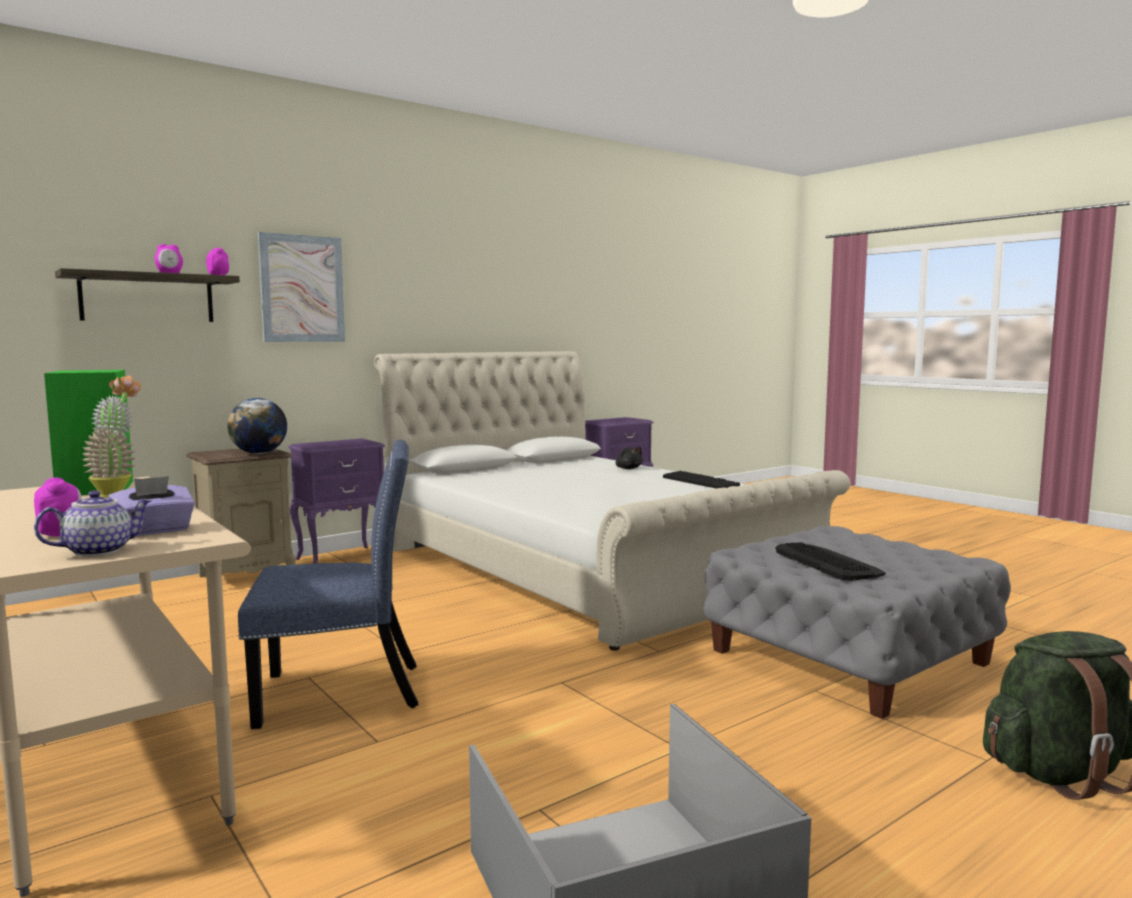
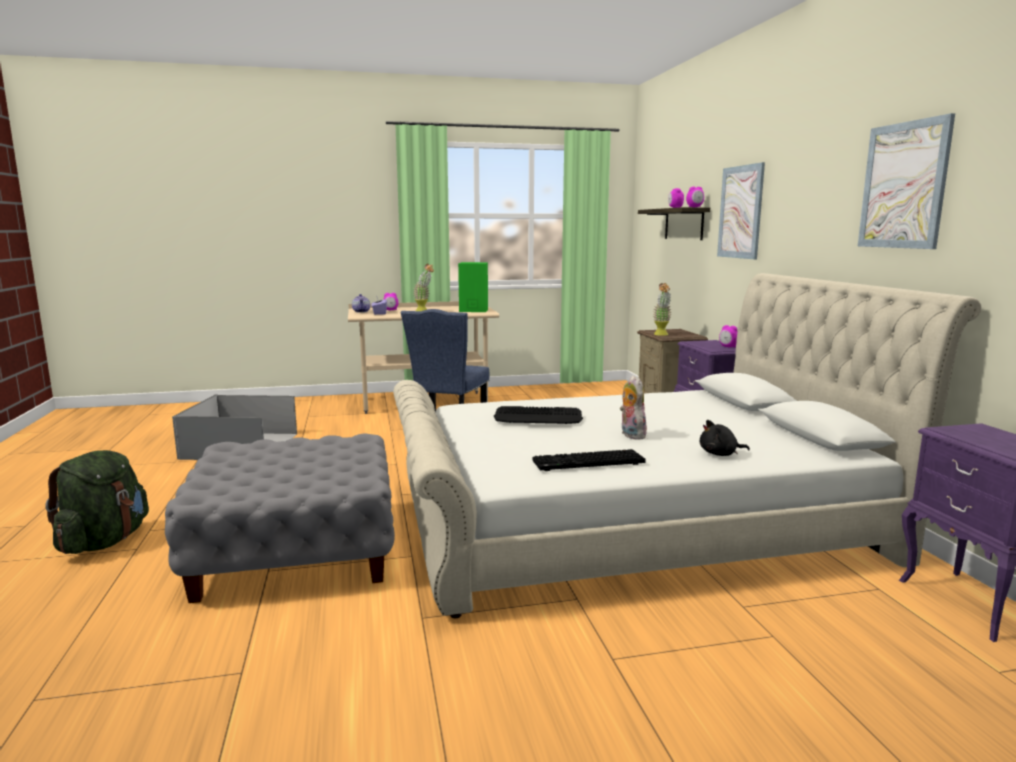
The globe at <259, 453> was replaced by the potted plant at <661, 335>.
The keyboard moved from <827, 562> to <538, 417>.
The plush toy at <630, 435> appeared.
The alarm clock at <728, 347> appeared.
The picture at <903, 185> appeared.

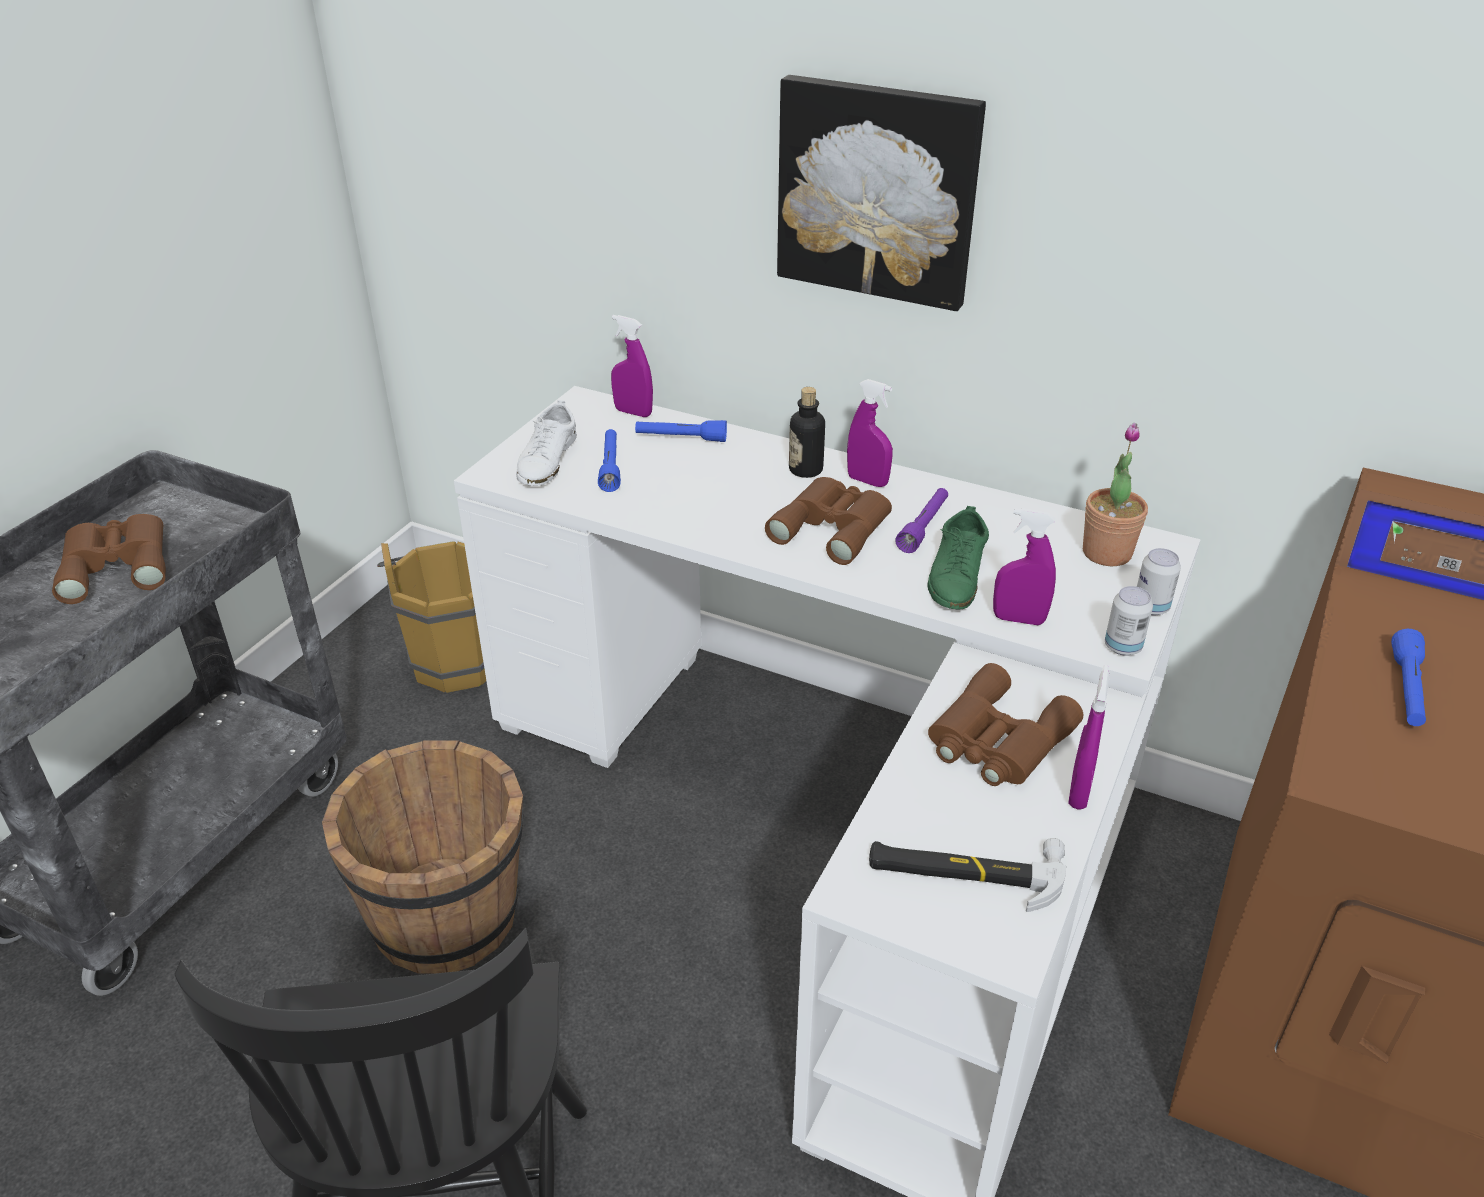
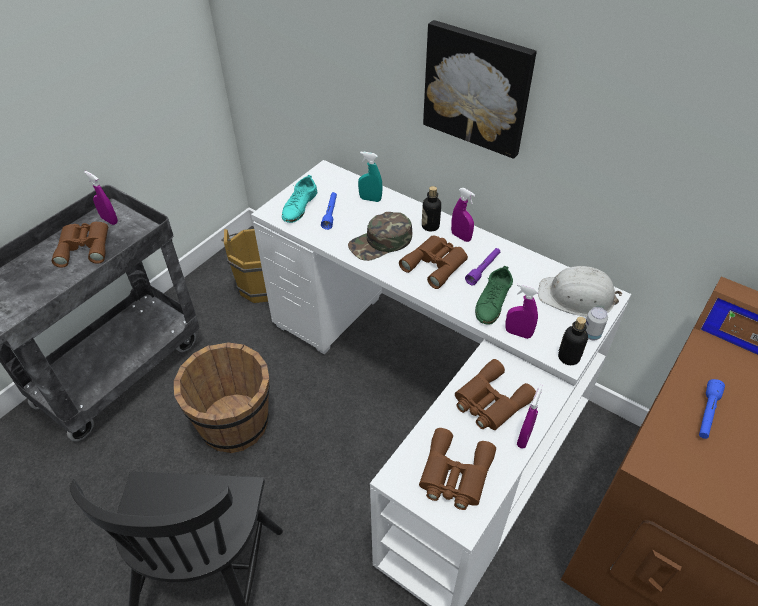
The shoe/white at <547, 460> became the shoe/turquoise at <299, 206>.
The spray bottle/purple moved from <633, 412> to <109, 220>.
The flashlight/blue at <681, 438> was replaced by the spray bottle/turquoise at <370, 199>.
The hammer at <965, 871> was replaced by the binoculars/brown at <454, 475>.
The potted plant at <1106, 553> was replaced by the hard hat/white at <577, 297>.
The can at <1122, 647> was replaced by the bottle at <568, 357>.
The cap/green at <381, 242> appeared.

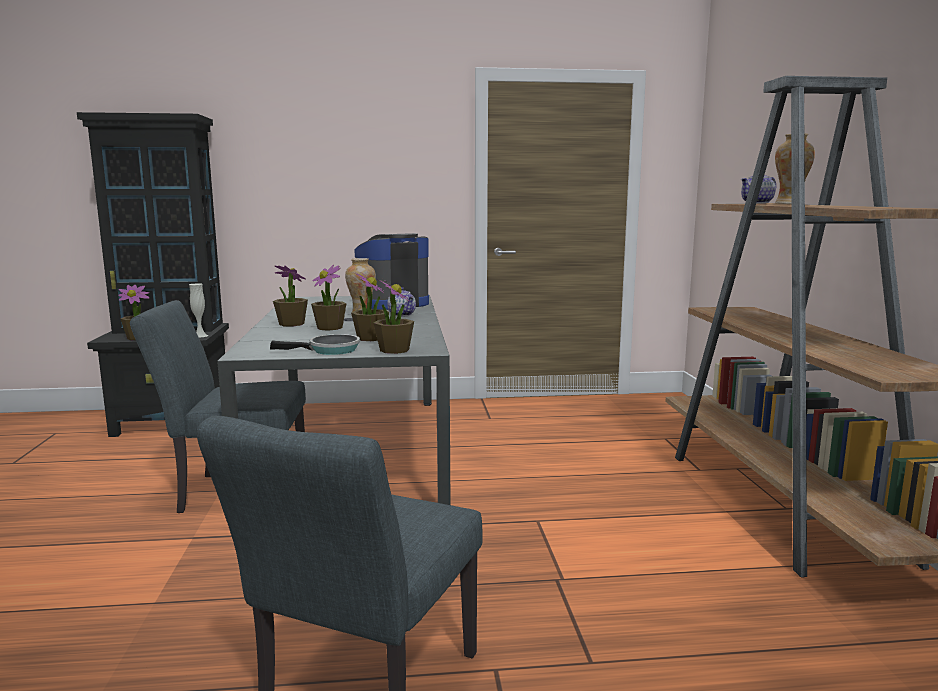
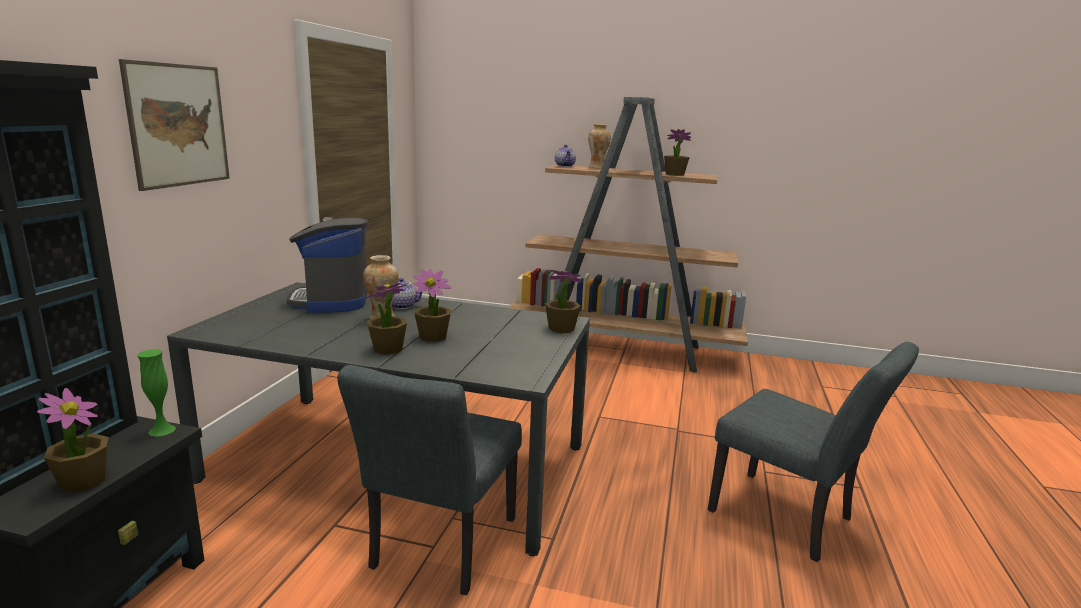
The vase/white at <200, 336> became the vase/green at <162, 430>.
The frying pan at <330, 350> disappeared.
The potted plant moved from <371, 338> to <674, 174>.
The picture at <178, 125> appeared.

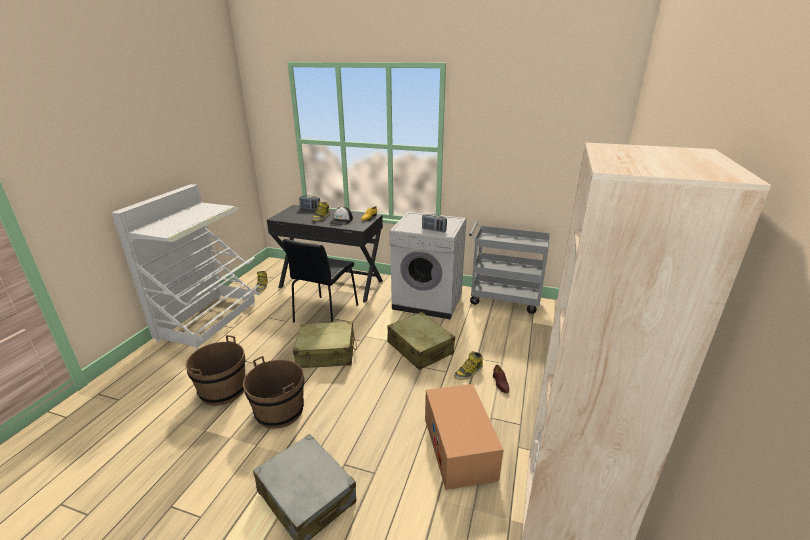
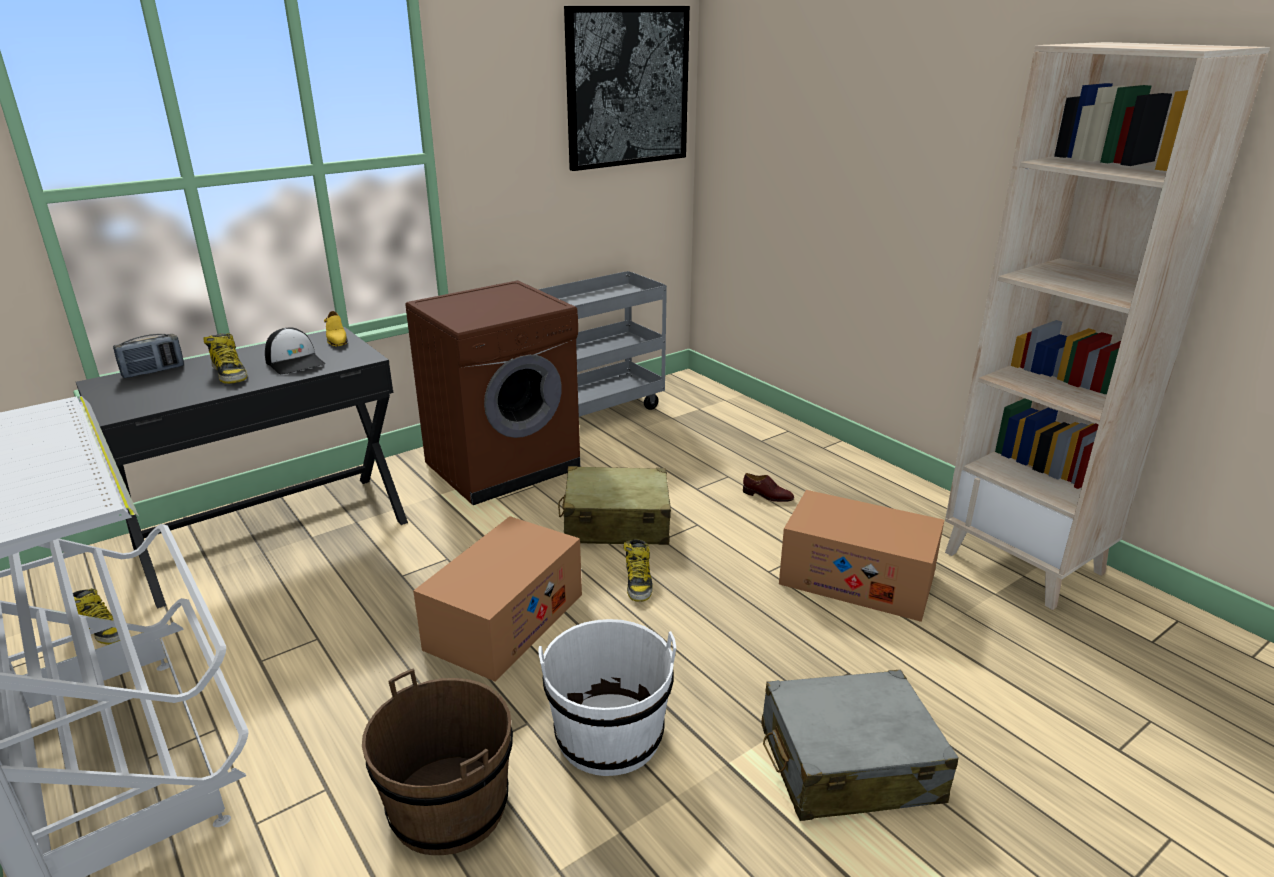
The bucket/brown at <279, 411> became the bucket/white at <609, 736>.
The chair/black at <325, 314> disappeared.
The suitcase/beige at <326, 353> was replaced by the cardboard box at <505, 621>.
The washing machine/white at <427, 302> became the washing machine/brown at <504, 467>.
The radio at <434, 230> disappeared.
The boot moved from <468, 372> to <638, 582>.
The picture at <627, 87> appeared.

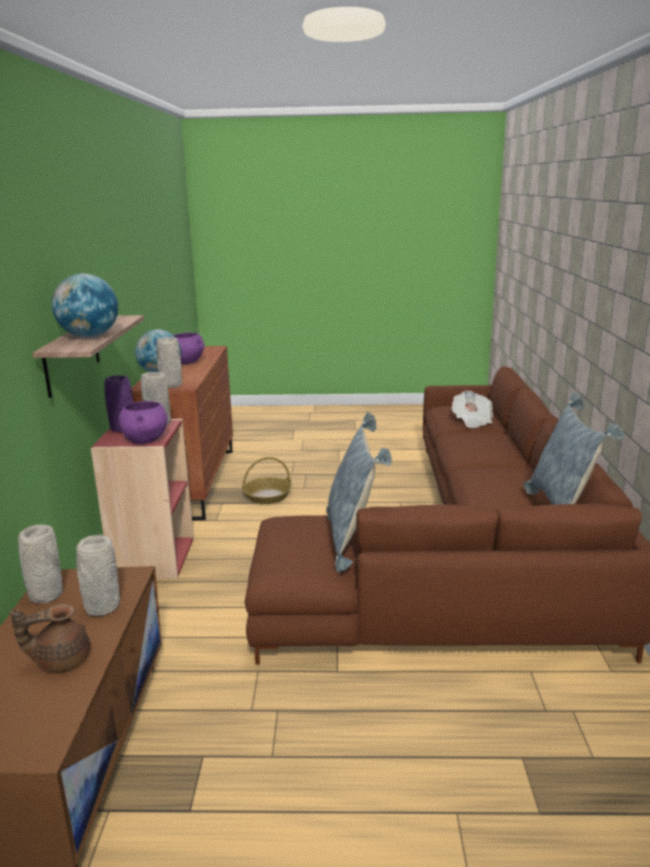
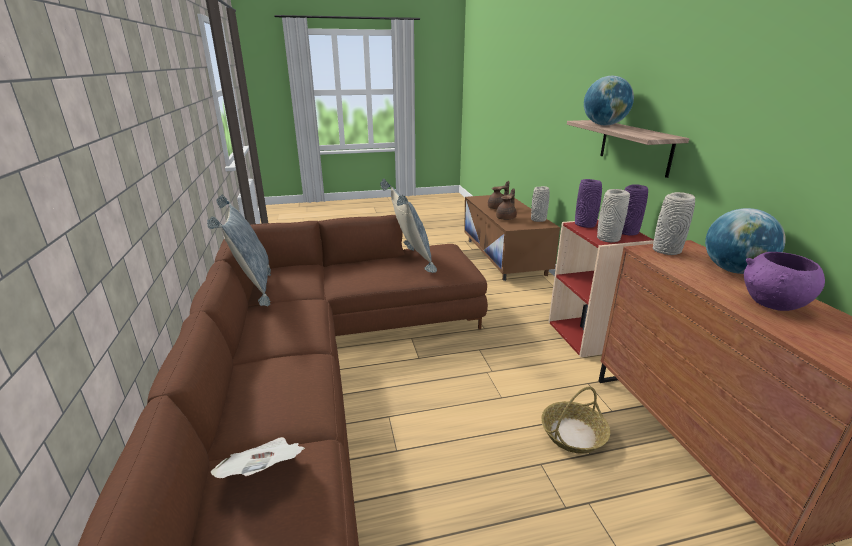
The vase/grey at <101, 607> was replaced by the teapot/brown at <506, 218>.
The bowl/purple at <146, 440> was replaced by the vase/purple at <585, 225>.

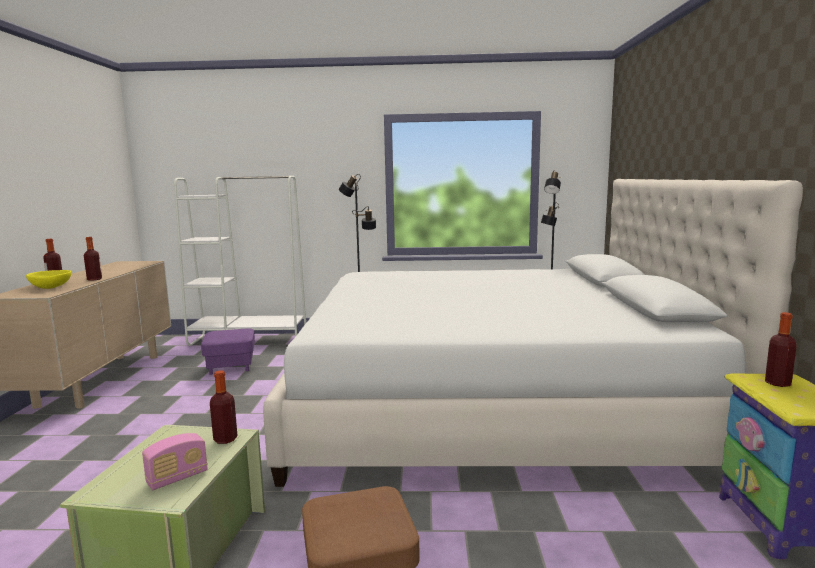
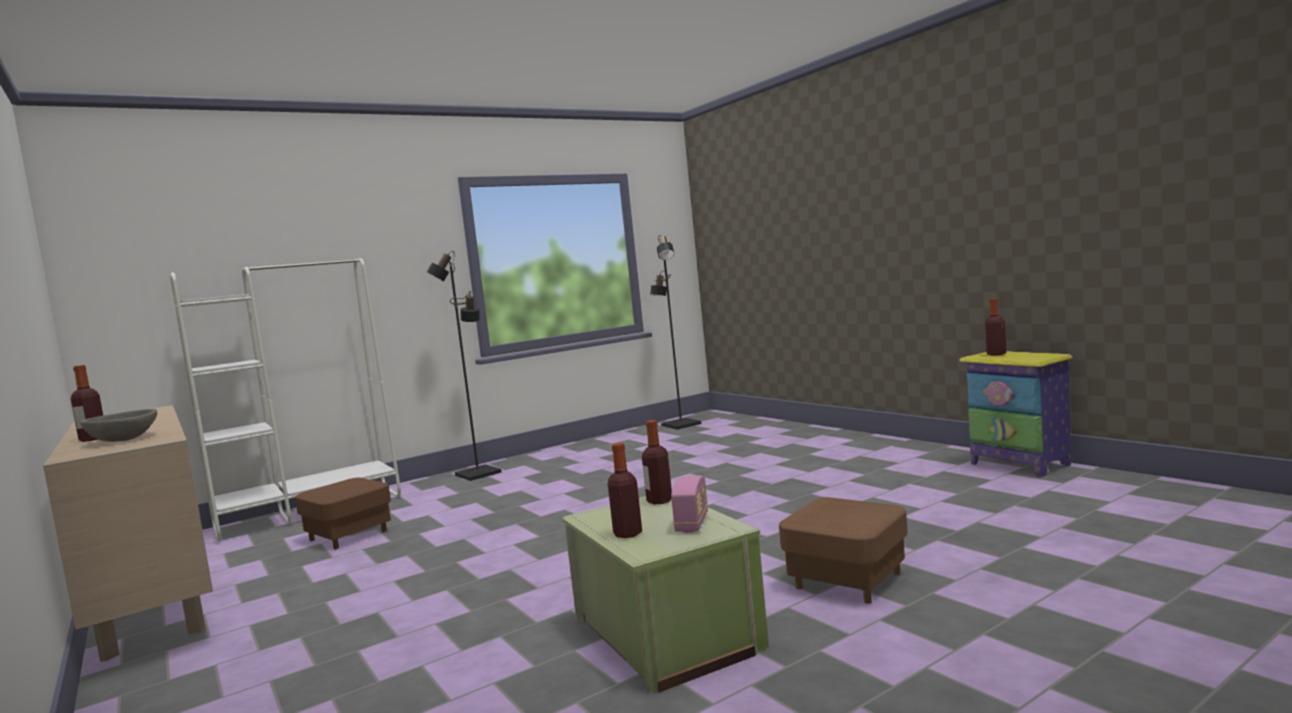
The bowl/yellow at <50, 287> became the bowl/grey at <124, 440>.
The bottle moved from <94, 279> to <627, 534>.
The ottoman/purple at <231, 366> became the ottoman/brown at <349, 535>.
The bed/white at <490, 401> disappeared.

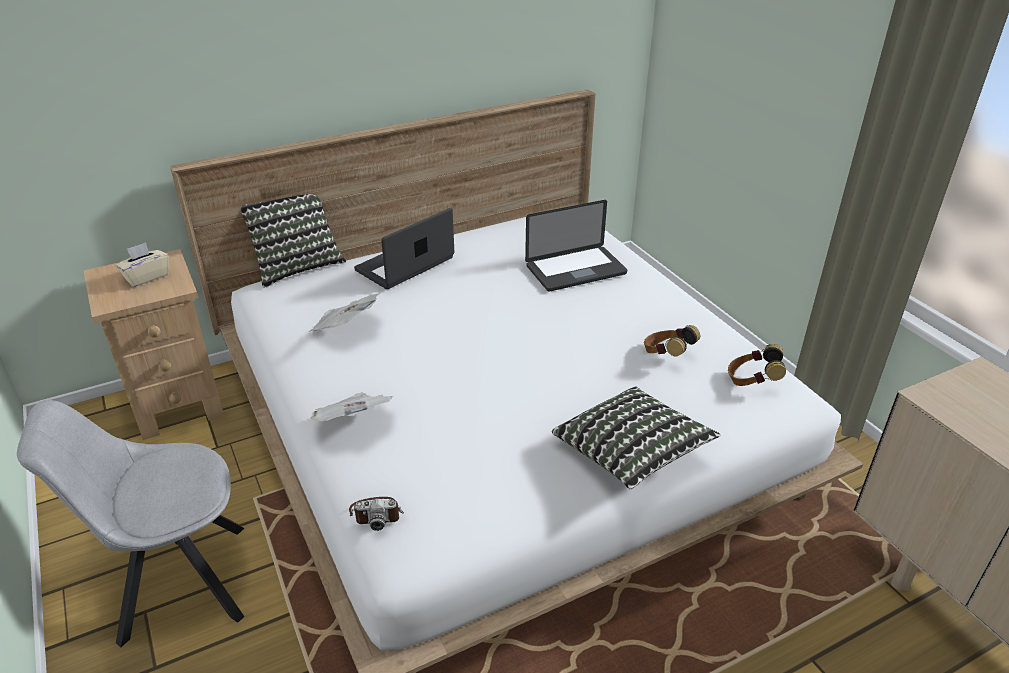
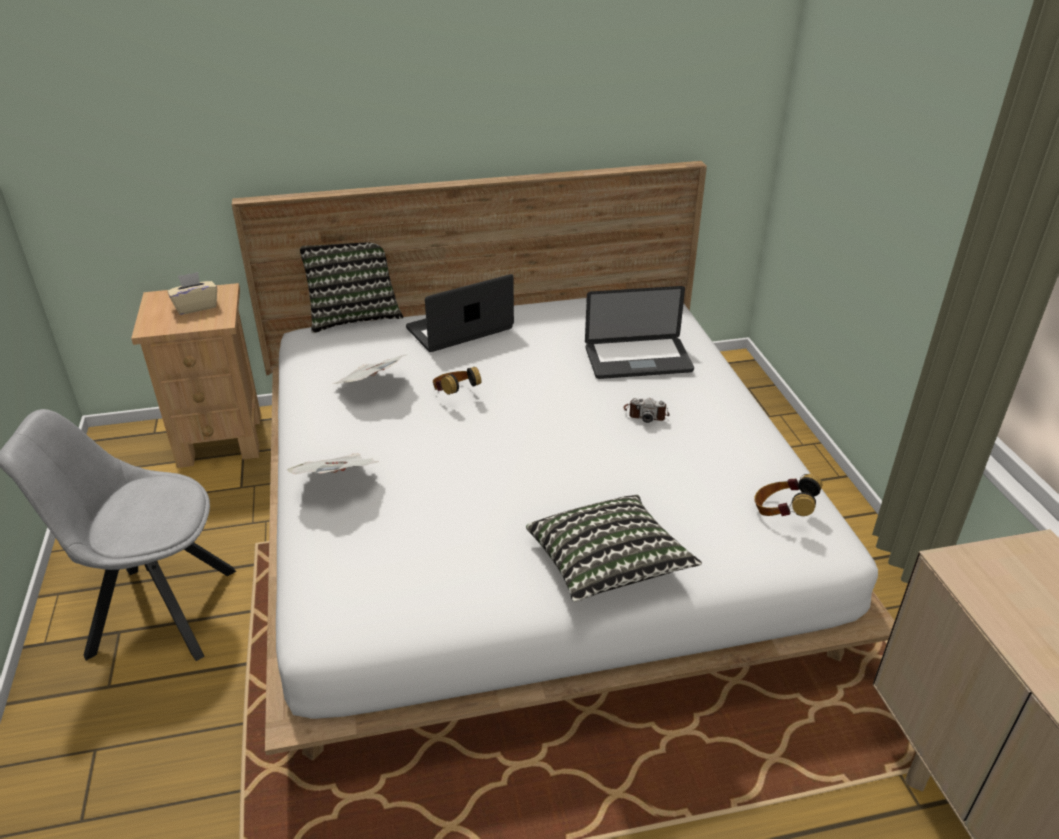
The photo camera moved from <376, 513> to <646, 413>.
The headphones moved from <666, 355> to <455, 395>.

